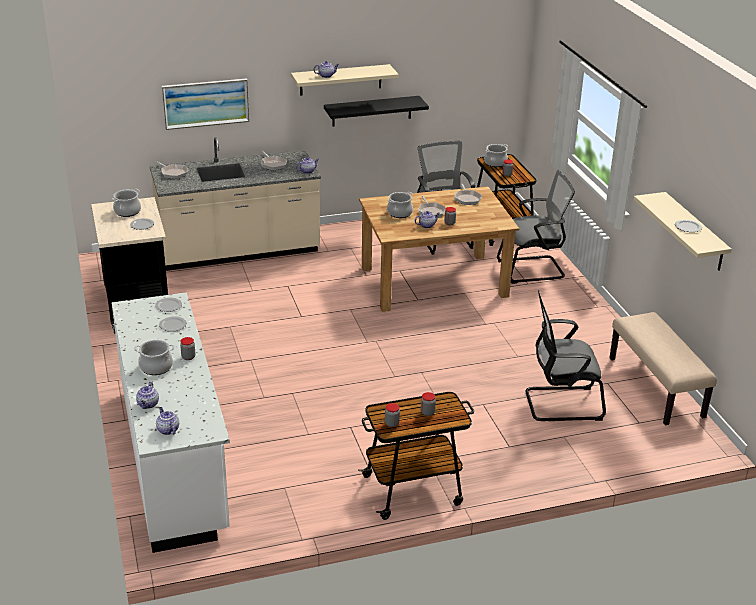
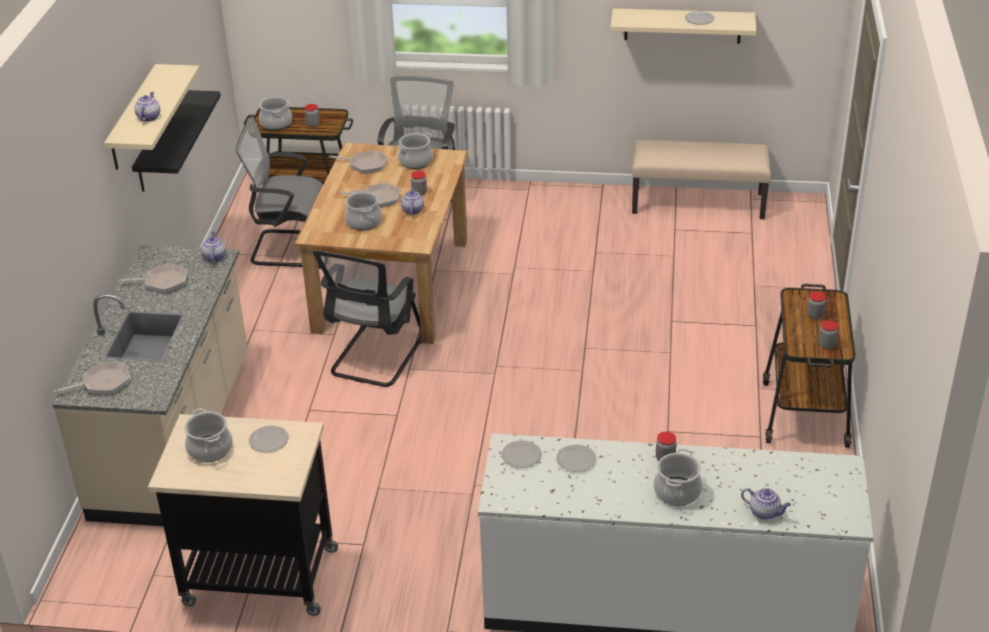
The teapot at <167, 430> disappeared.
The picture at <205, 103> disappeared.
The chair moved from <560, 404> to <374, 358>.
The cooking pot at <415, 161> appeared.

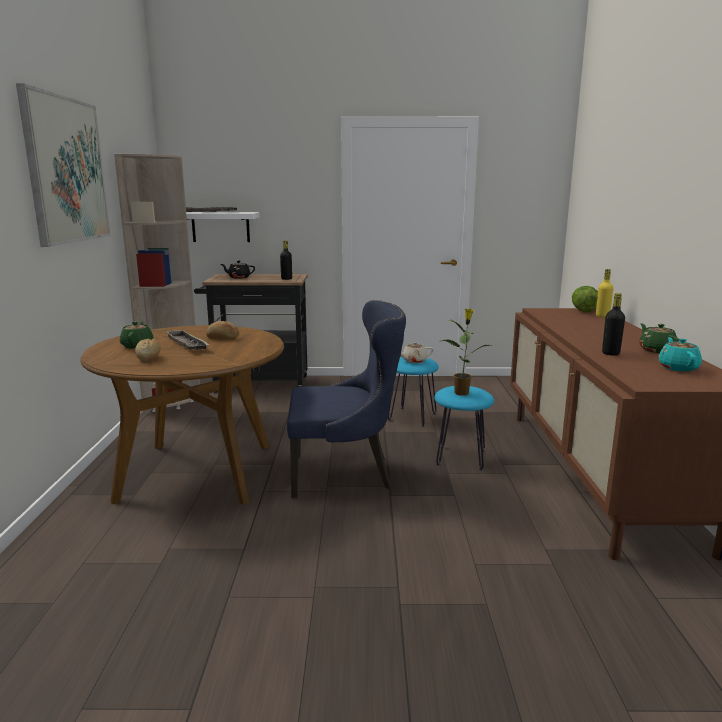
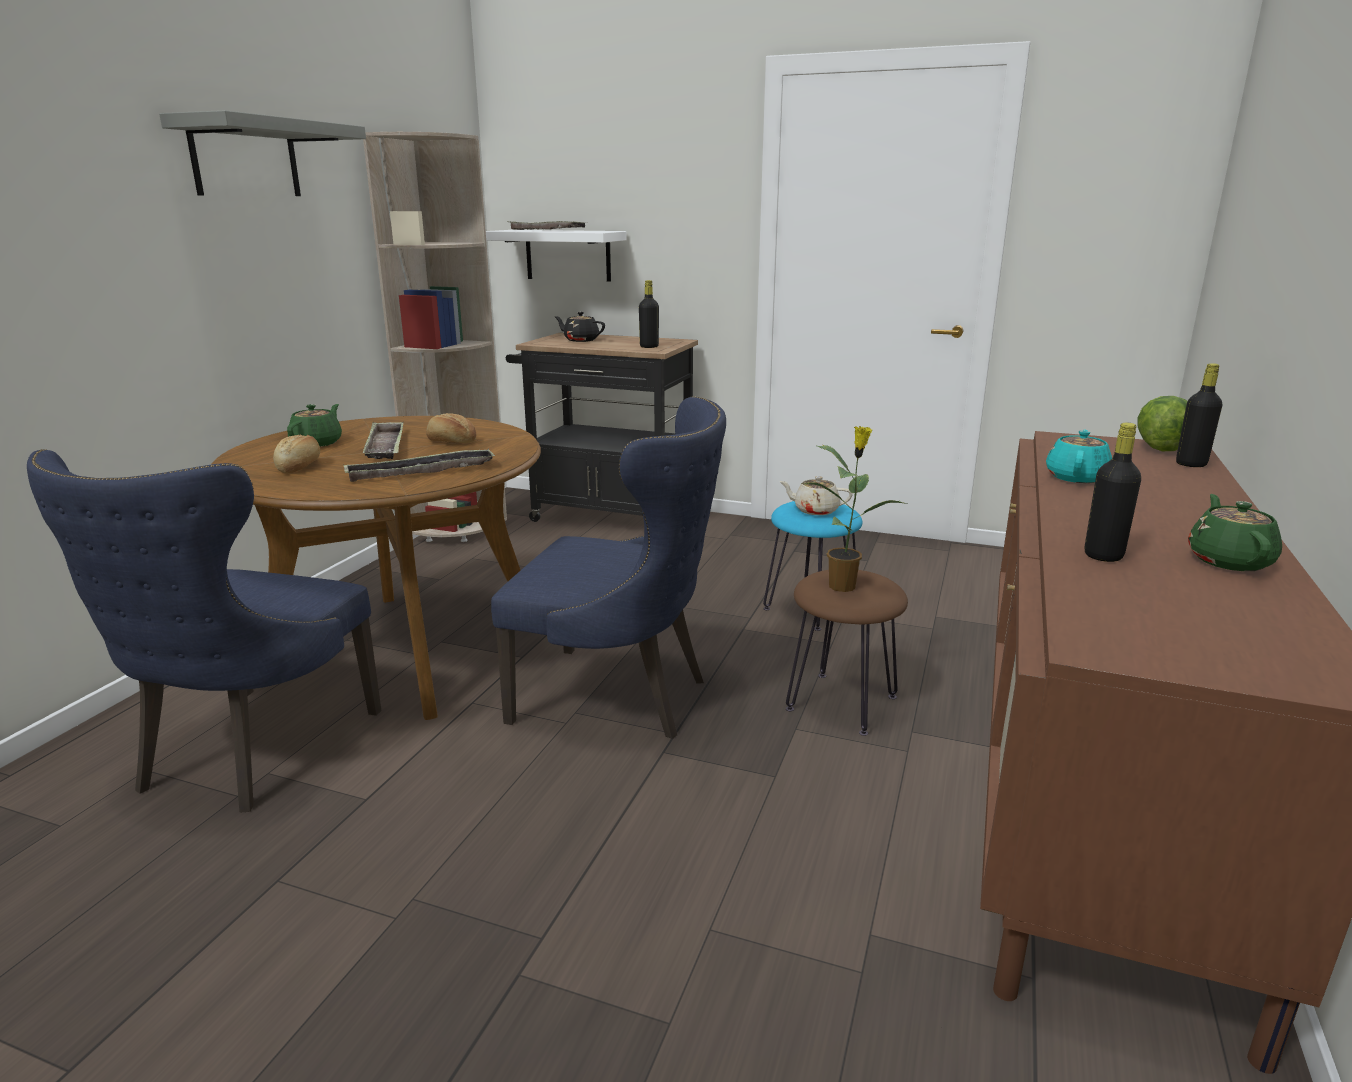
The picture at <66, 170> was replaced by the shelf/grey at <245, 159>.
The stool/turquoise at <461, 458> became the stool/brown at <842, 703>.
The bottle/yellow at <602, 316> became the bottle/black at <1191, 464>.
The teapot/turquoise moved from <677, 367> to <1076, 477>.
The chair/blue at <251, 751> appeared.
The tray at <421, 472> appeared.

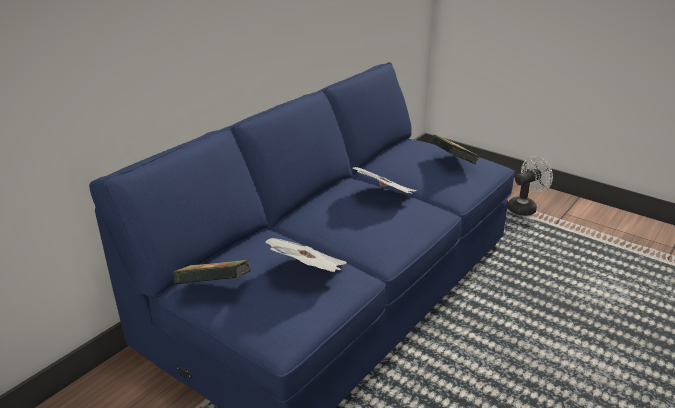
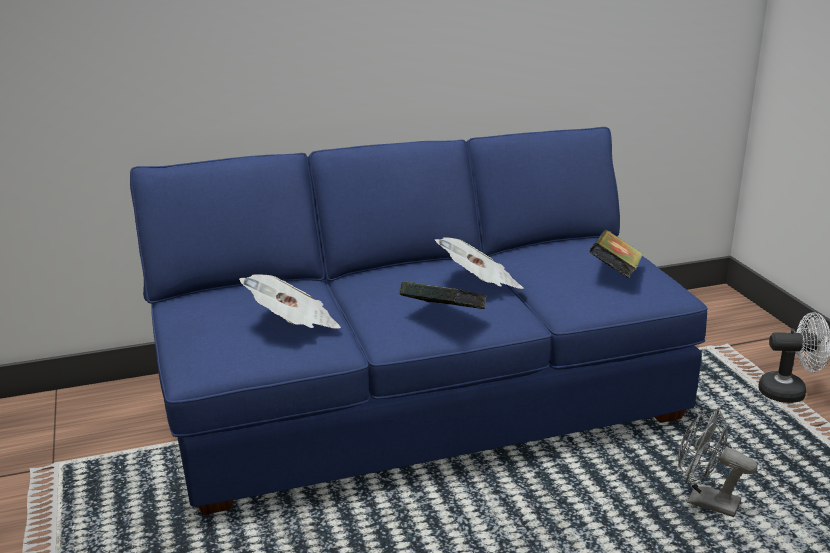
The book moved from <215, 289> to <443, 316>.
The fan/grey at <704, 501> appeared.

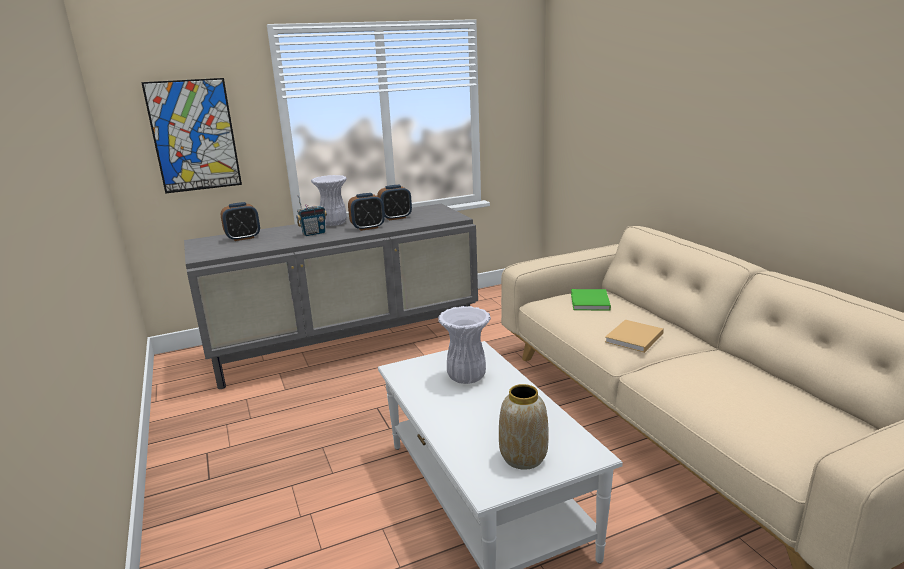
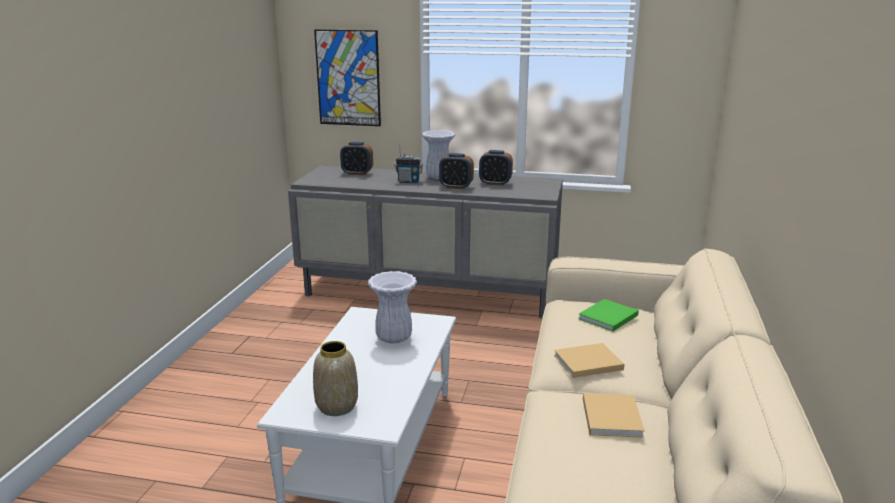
The book/beige at <611, 416> appeared.

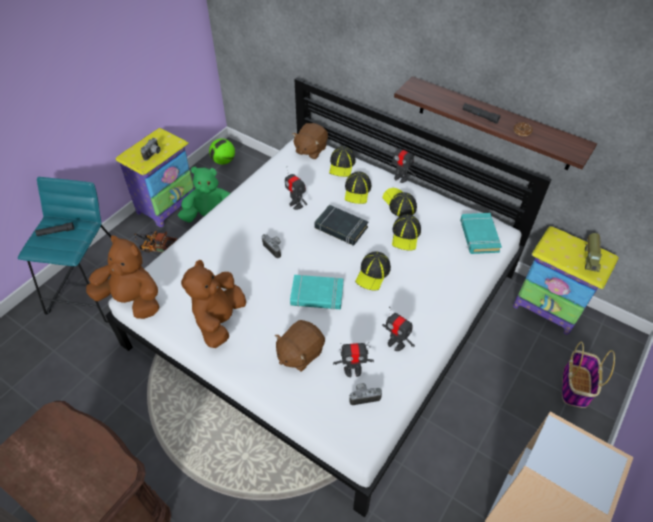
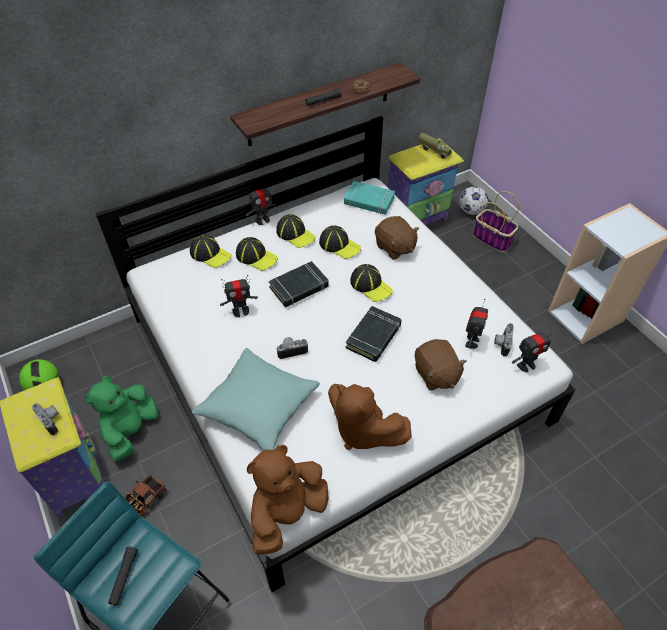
The book/turquoise at <317, 295> became the book/black at <374, 336>.
The plush toy/brown moved from <310, 150> to <394, 247>.
The cap at <399, 203> turned 135 degrees counterclockwise.
The toy robot moved from <396, 344> to <526, 365>.
The pillow/turquoise at <258, 407> appeared.
The football at <471, 211> appeared.

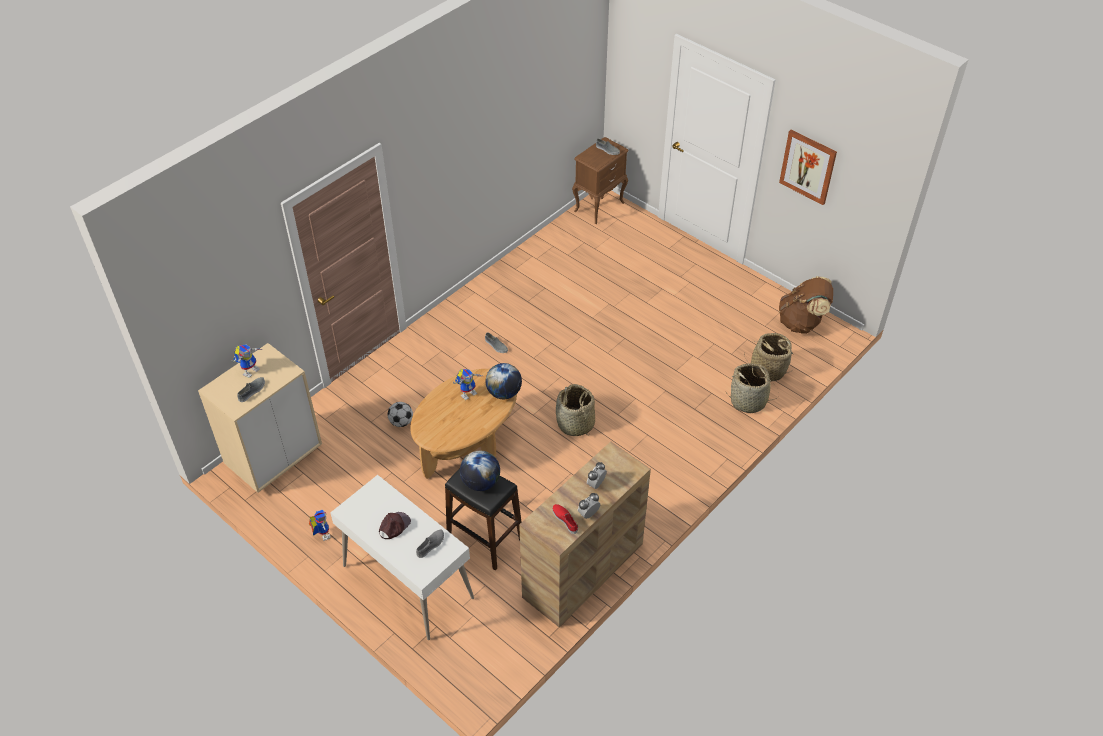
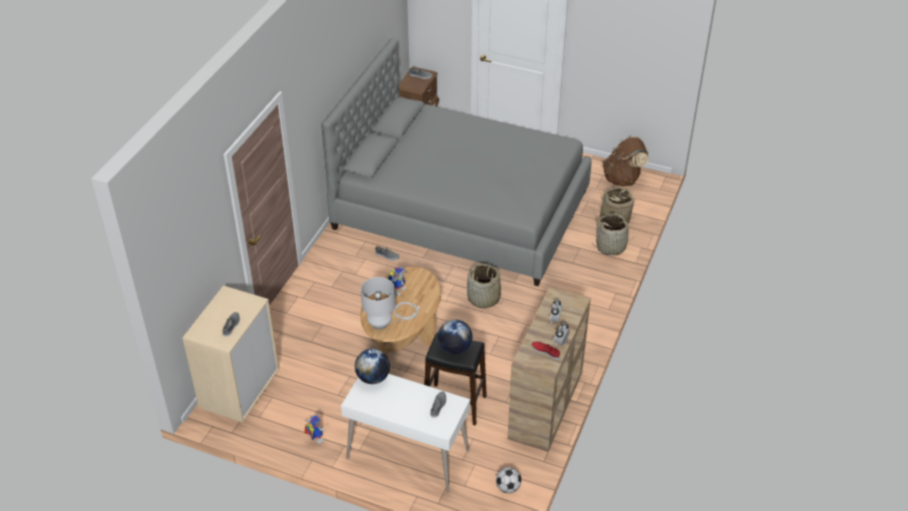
The toy robot at <250, 370> disappeared.
The cap/brown at <394, 526> disappeared.
The football moved from <401, 422> to <508, 487>.
The globe moved from <504, 393> to <373, 378>.
The picture at <808, 166> disappeared.
The bed/grey at <461, 209> appeared.
The table lamp/grey at <390, 318> appeared.

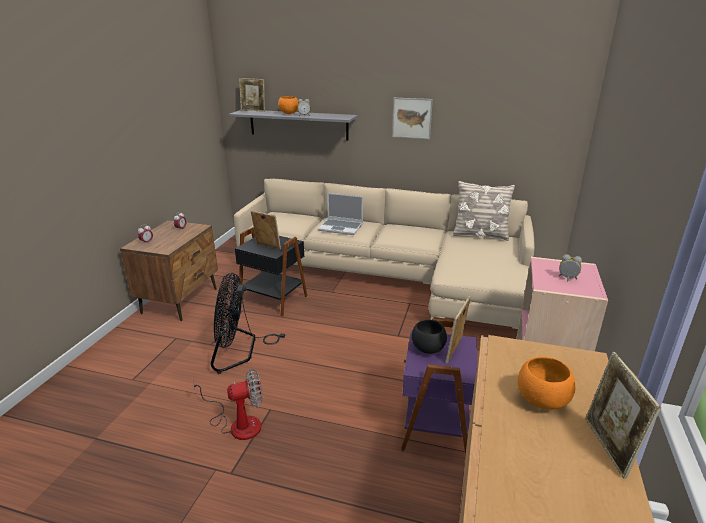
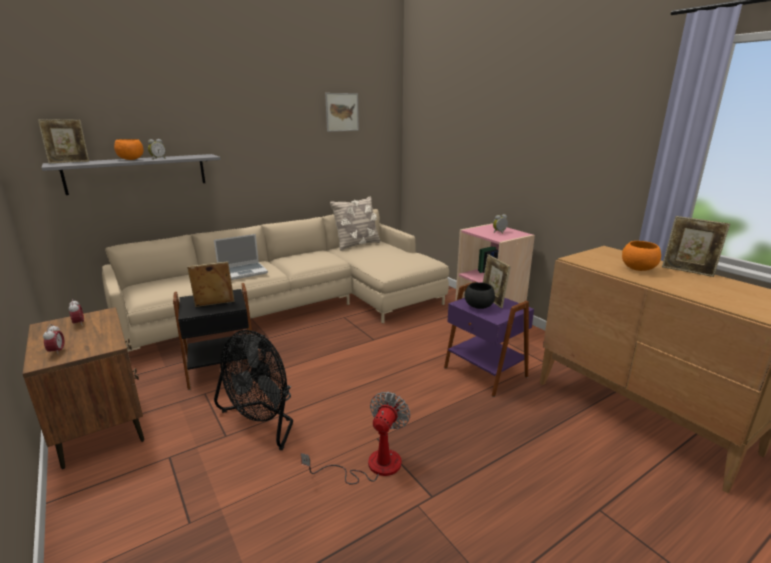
The picture moved from <412, 118> to <342, 112>.

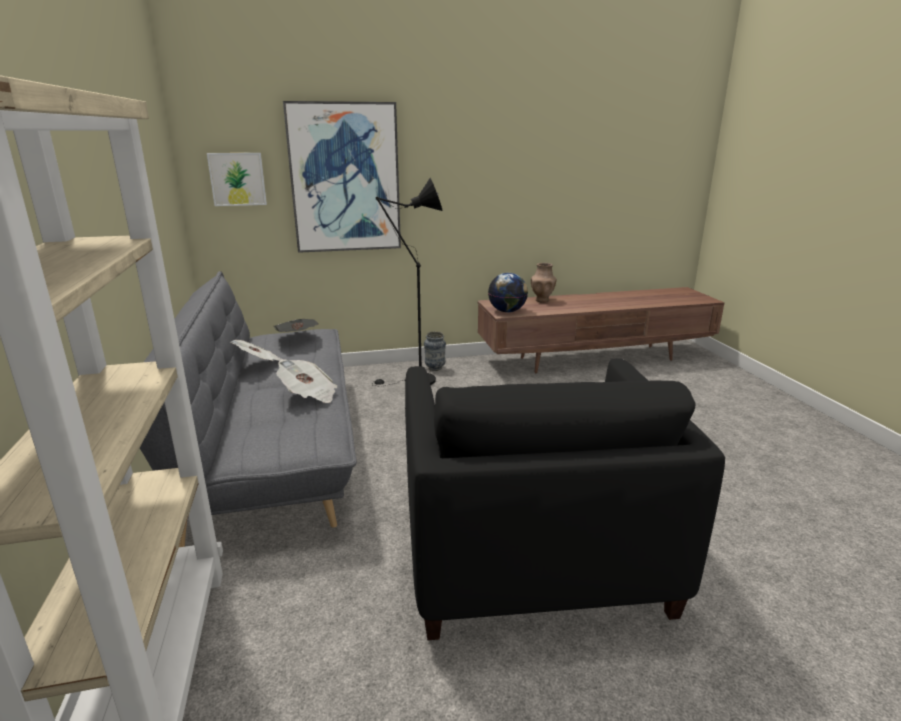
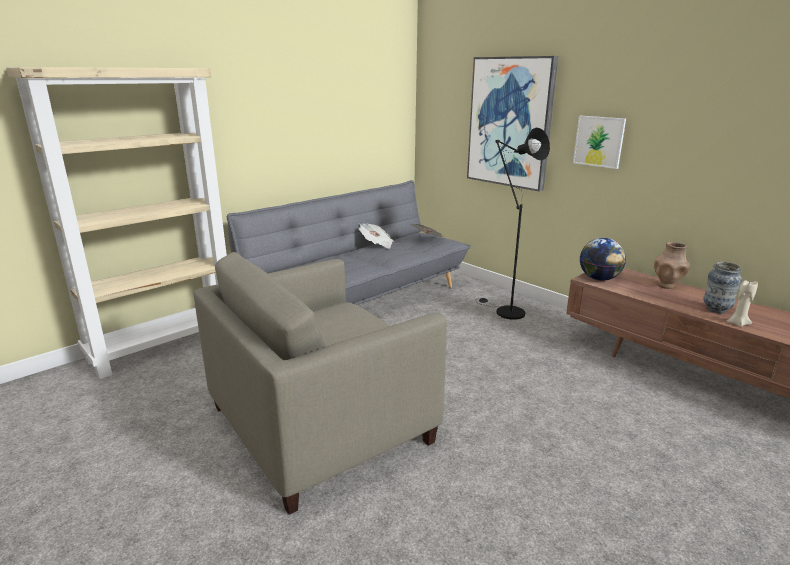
The picture moved from <237, 179> to <599, 141>.
The newspaper at <309, 395> disappeared.
The armchair/black at <530, 552> became the armchair/beige at <321, 424>.
The vase moved from <435, 368> to <716, 310>.
The candle/beige at <737, 323> appeared.

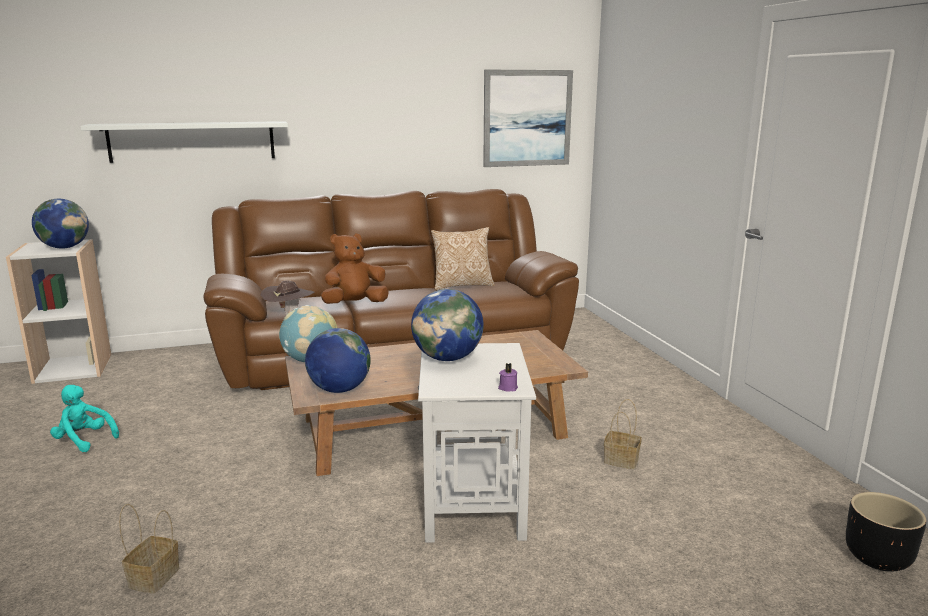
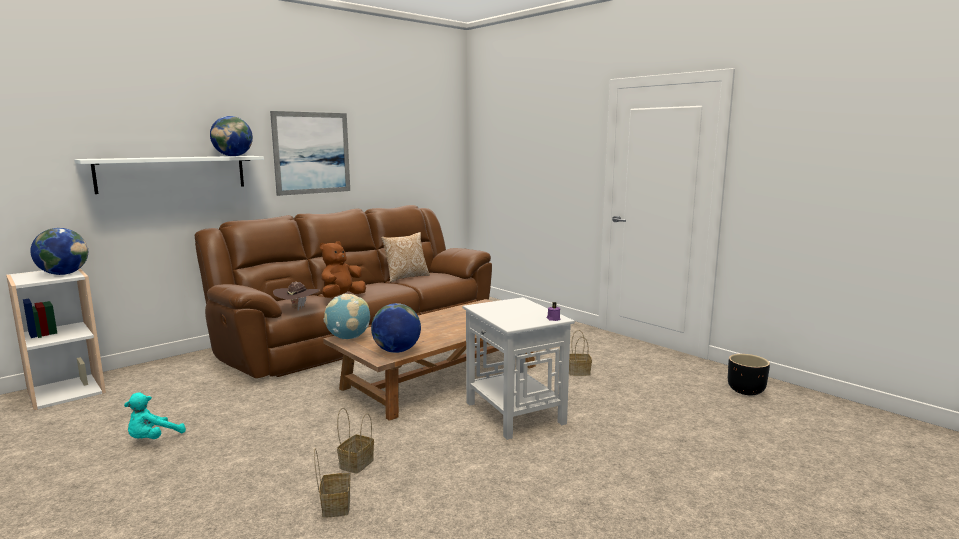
The plush toy/turquoise at <84, 440> turned 60 degrees counterclockwise.
The globe moved from <447, 358> to <233, 156>.
The picture moved from <527, 118> to <312, 153>.
The basket at <356, 463> appeared.

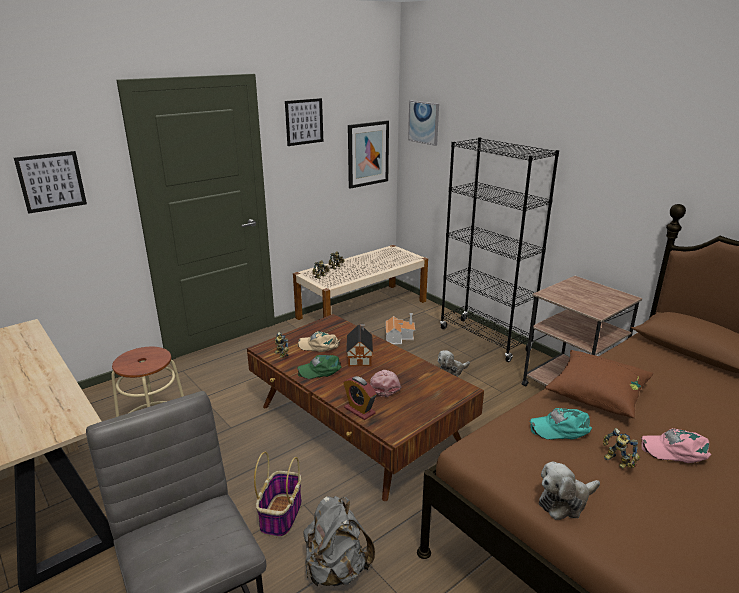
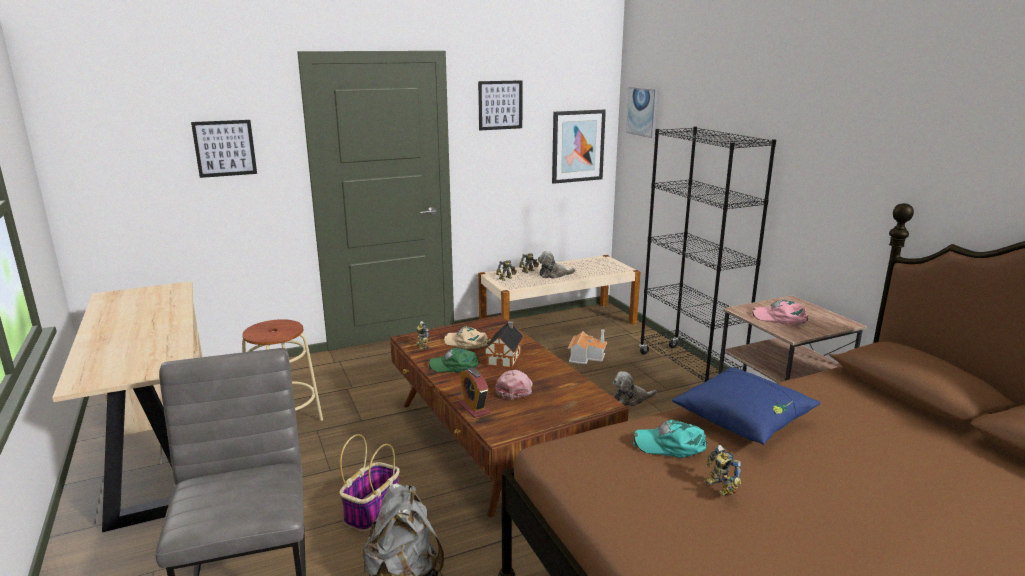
The plush toy moved from <565, 501> to <553, 275>.
The pillow/brown at <596, 395> became the pillow/blue at <742, 420>.
The cap/pink moved from <675, 450> to <780, 318>.

